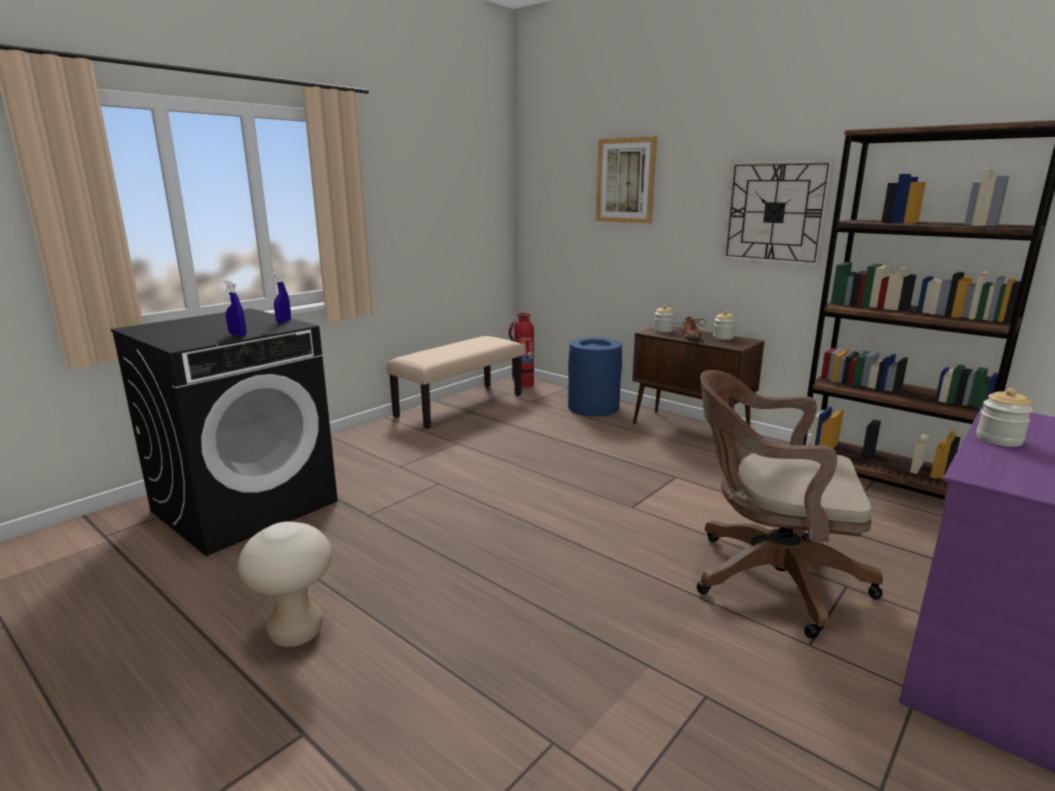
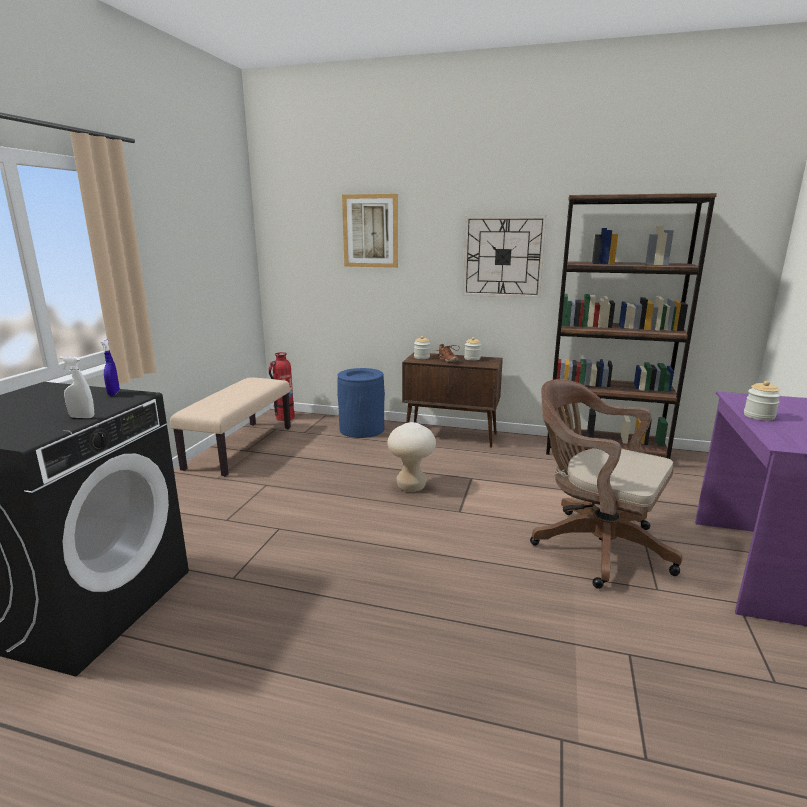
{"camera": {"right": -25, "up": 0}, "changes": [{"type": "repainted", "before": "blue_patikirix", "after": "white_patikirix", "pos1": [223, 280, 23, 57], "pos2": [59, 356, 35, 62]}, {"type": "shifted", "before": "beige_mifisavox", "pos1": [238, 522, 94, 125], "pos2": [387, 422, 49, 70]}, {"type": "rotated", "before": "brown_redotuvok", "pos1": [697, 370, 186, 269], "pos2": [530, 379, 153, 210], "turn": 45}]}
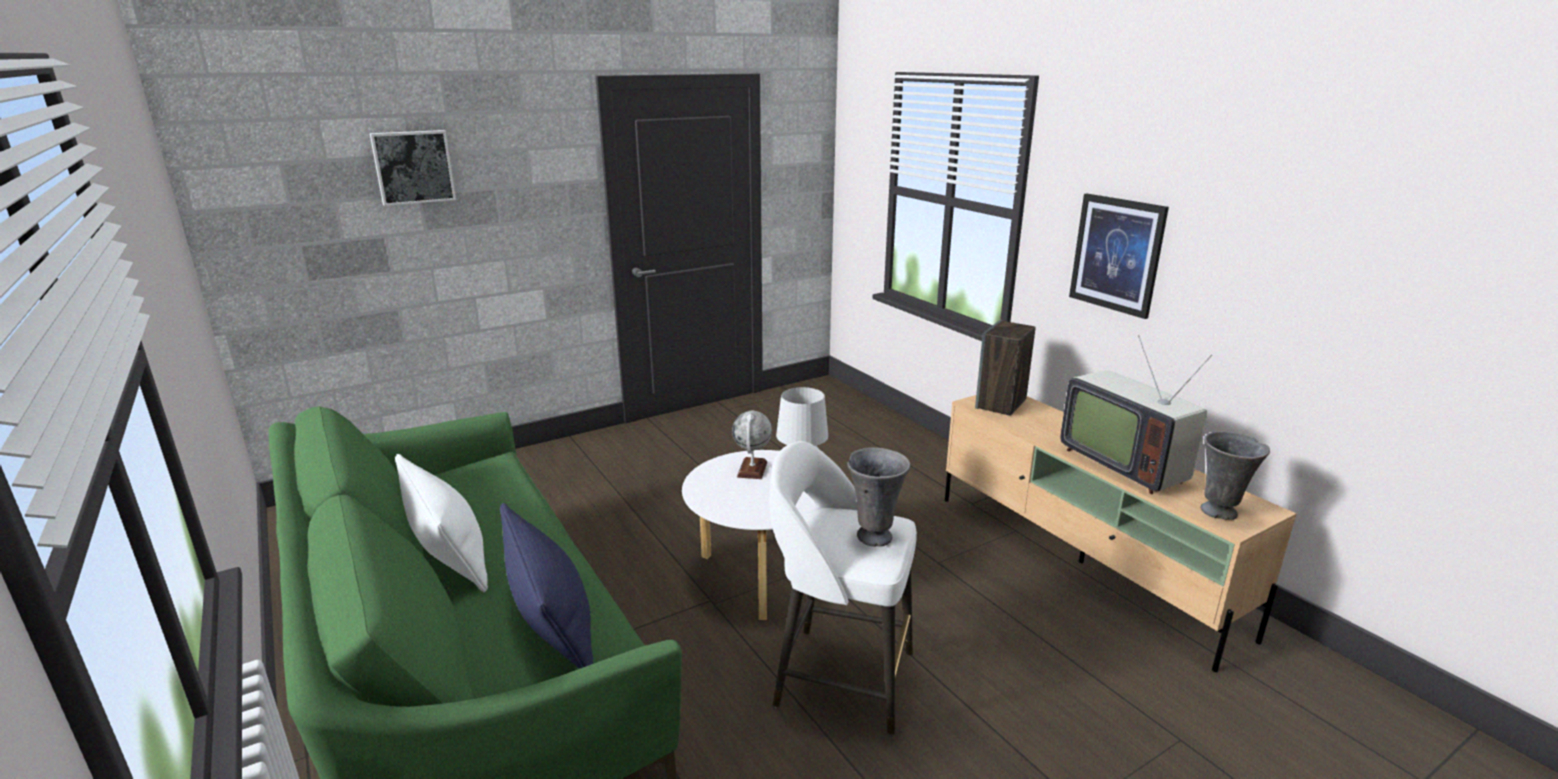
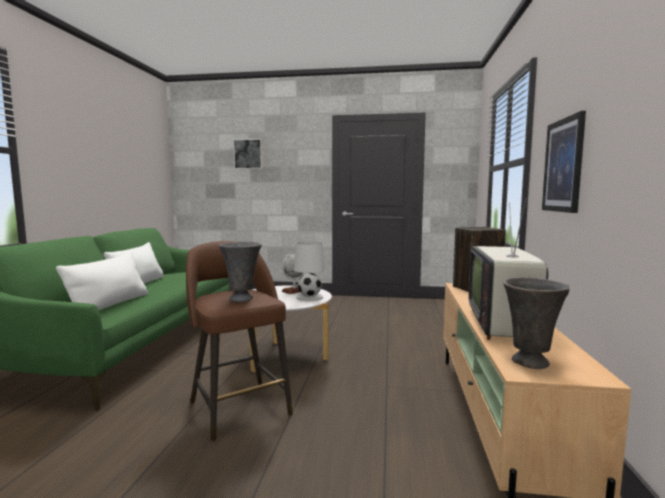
{"camera": {"right": 40, "up": -15}, "changes": [{"type": "repainted", "before": "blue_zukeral", "after": "white_zukeral", "pos1": [500, 503, 93, 166], "pos2": [56, 251, 92, 59]}, {"type": "repainted", "before": "white_mifisavox", "after": "brown_mifisavox", "pos1": [769, 441, 148, 294], "pos2": [186, 241, 107, 200]}]}
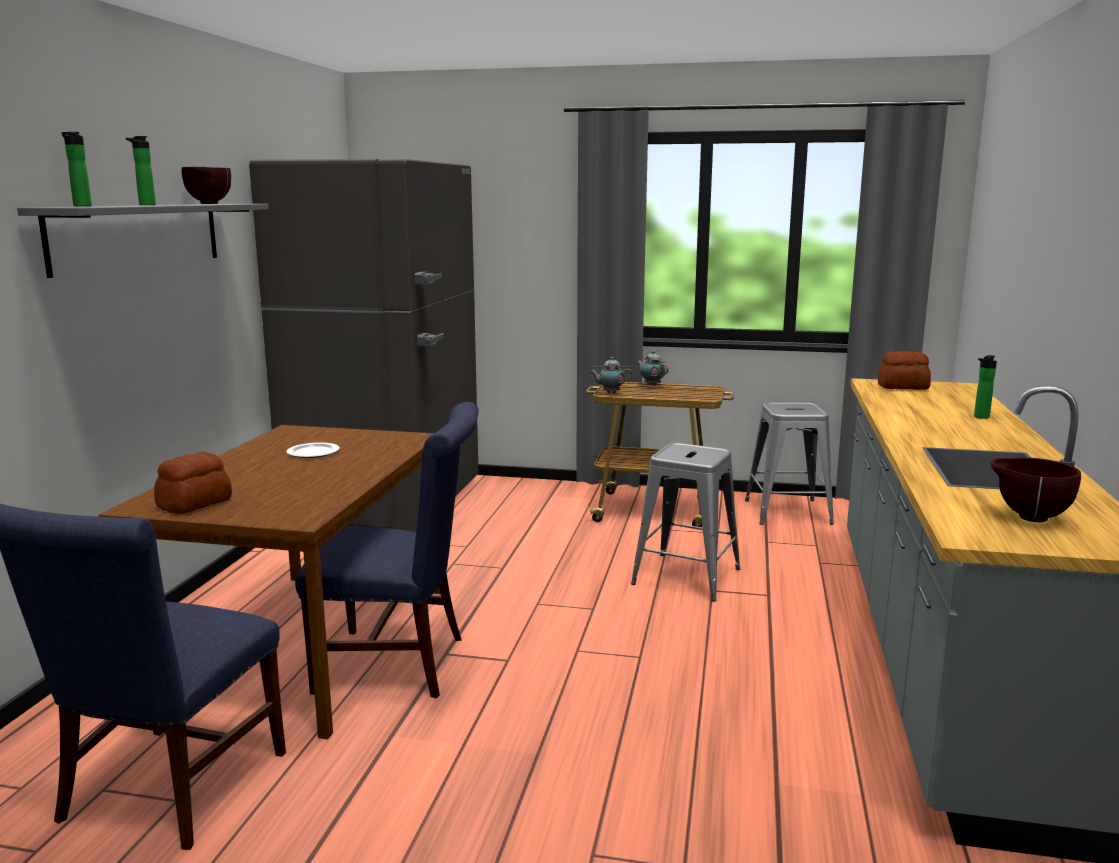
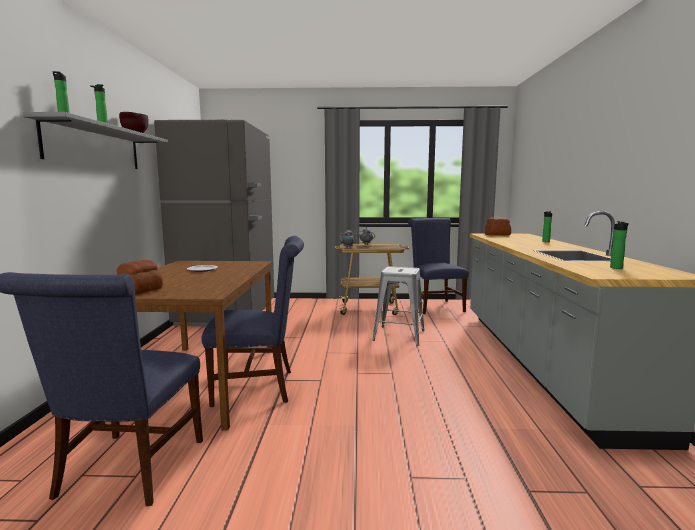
{"camera": {"right": -10, "up": -5}, "changes": [{"type": "swapped", "before": "grey_mifisavox", "after": "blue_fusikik", "pos1": [745, 402, 89, 123], "pos2": [408, 218, 61, 96]}, {"type": "swapped", "before": "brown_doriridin", "after": "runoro", "pos1": [991, 457, 90, 65], "pos2": [610, 221, 19, 48]}]}
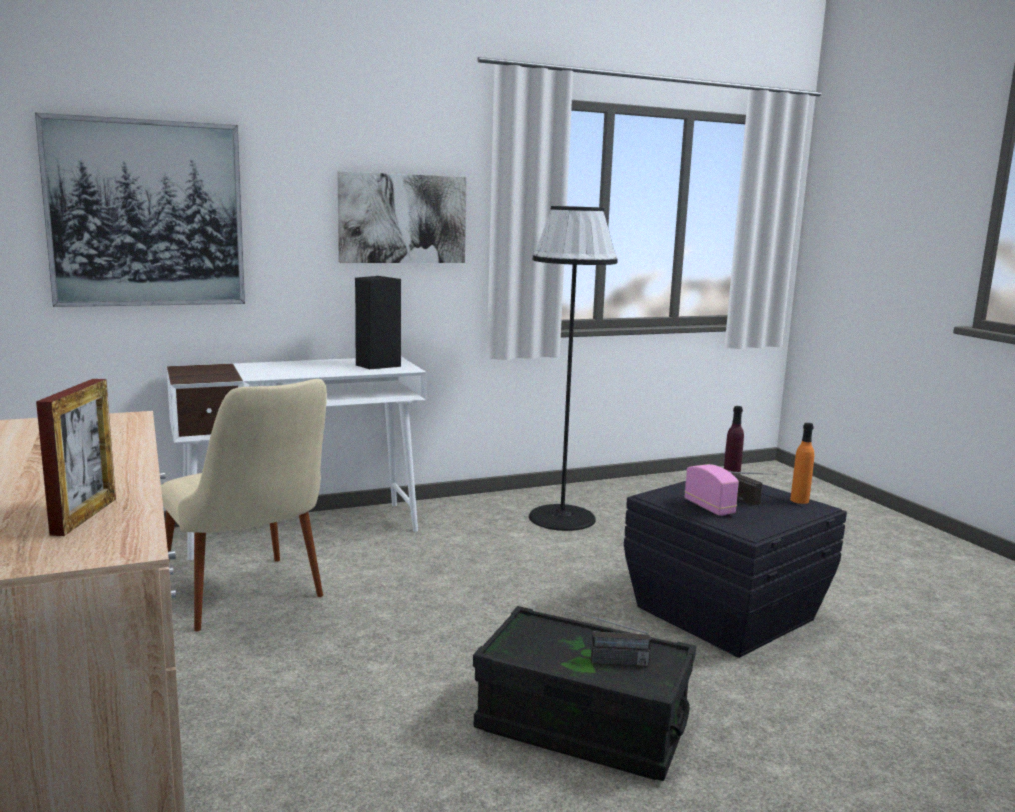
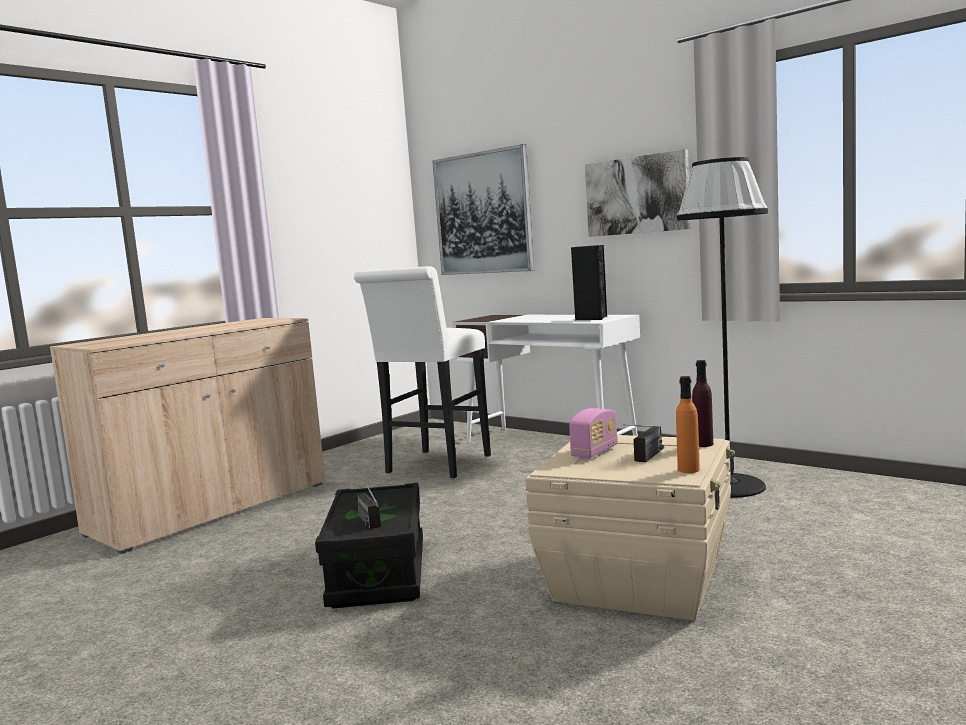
{"camera": {"right": 65, "up": -5}, "changes": [{"type": "gone", "before": "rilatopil", "pos1": [36, 379, 80, 157]}, {"type": "swapped", "before": "beige_fusikik", "after": "white_mifisavox", "pos1": [161, 379, 166, 252], "pos2": [354, 266, 137, 212]}, {"type": "repainted", "before": "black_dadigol", "after": "beige_dadigol", "pos1": [624, 481, 223, 177], "pos2": [525, 435, 210, 186]}]}
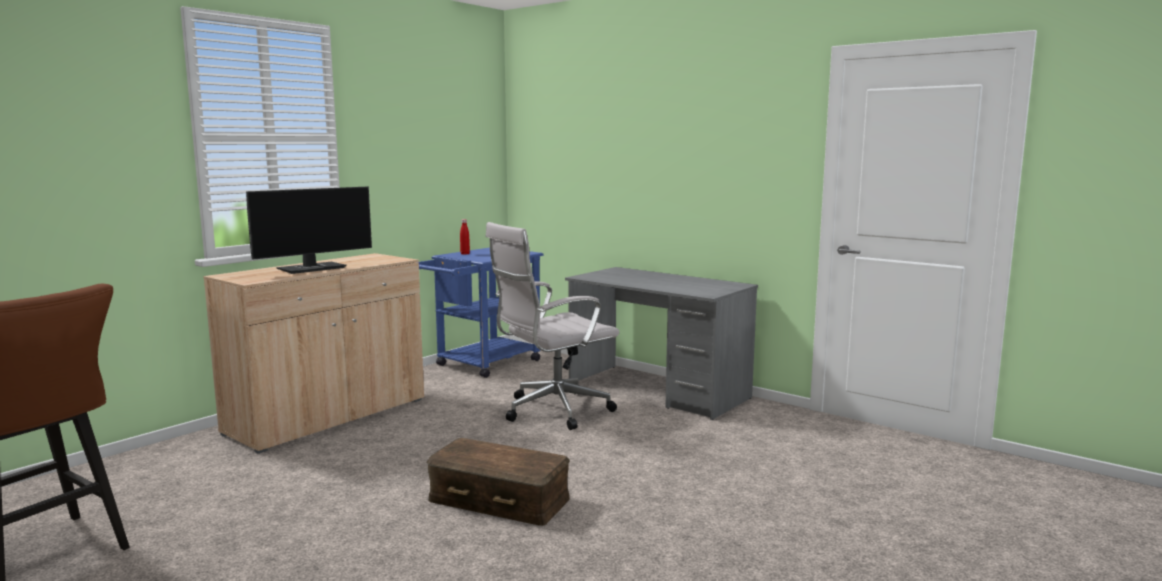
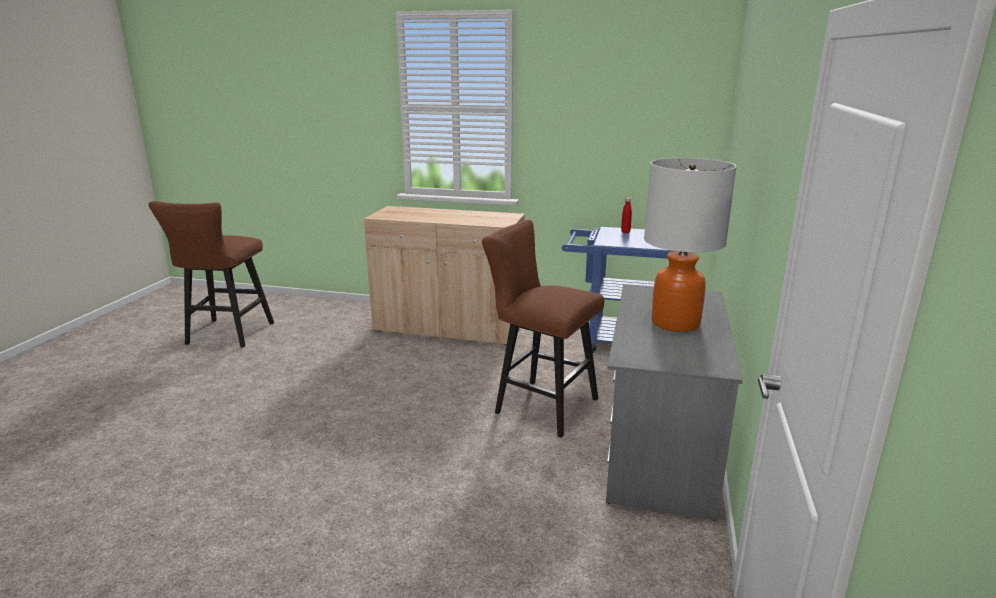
{"camera": {"right": 65, "up": 10}, "changes": [{"type": "gone", "before": "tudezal", "pos1": [246, 187, 126, 87]}, {"type": "gone", "before": "brown_dadigol", "pos1": [427, 438, 143, 88]}, {"type": "swapped", "before": "white_redotuvok", "after": "brown_mifisavox", "pos1": [485, 222, 134, 208], "pos2": [482, 220, 122, 218]}, {"type": "new", "after": "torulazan", "pos2": [644, 158, 93, 174]}]}
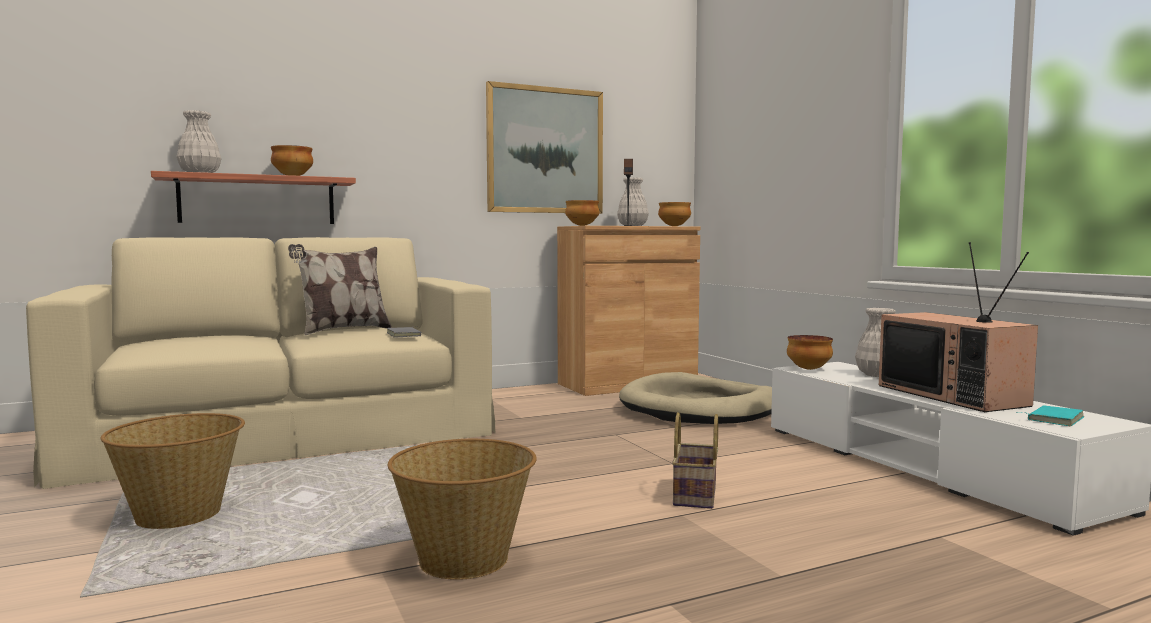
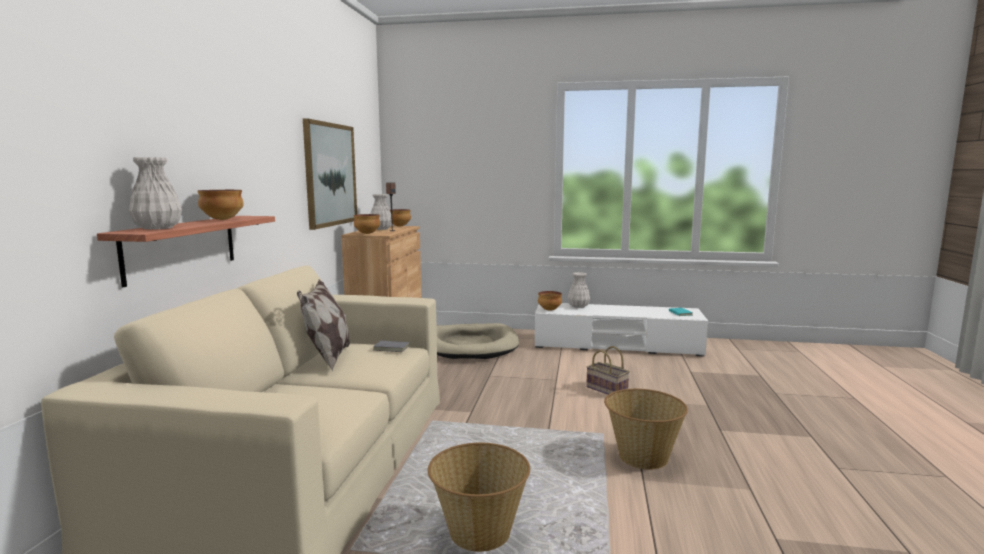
{"camera": {"right": -55, "up": 5}, "changes": [{"type": "gone", "before": "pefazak", "pos1": [879, 242, 159, 170]}]}
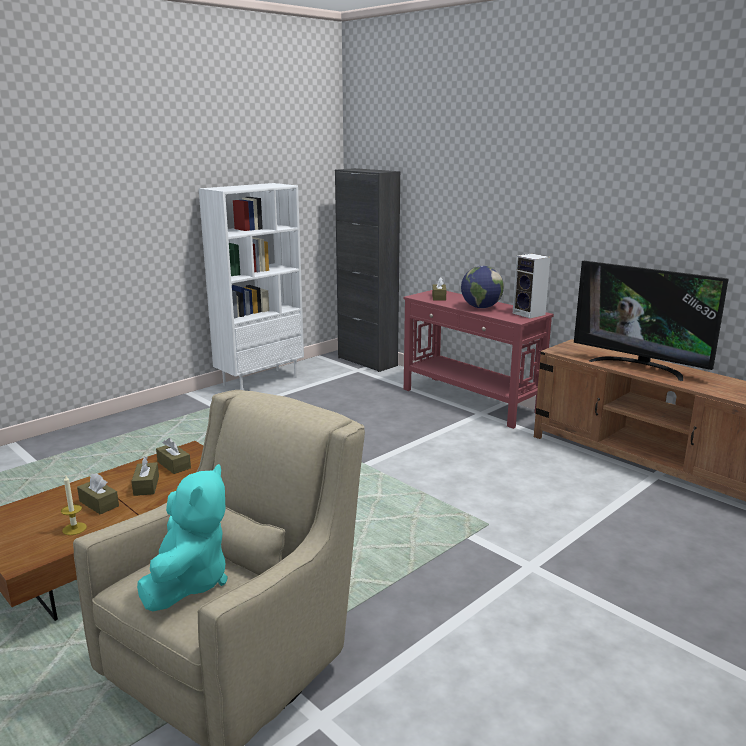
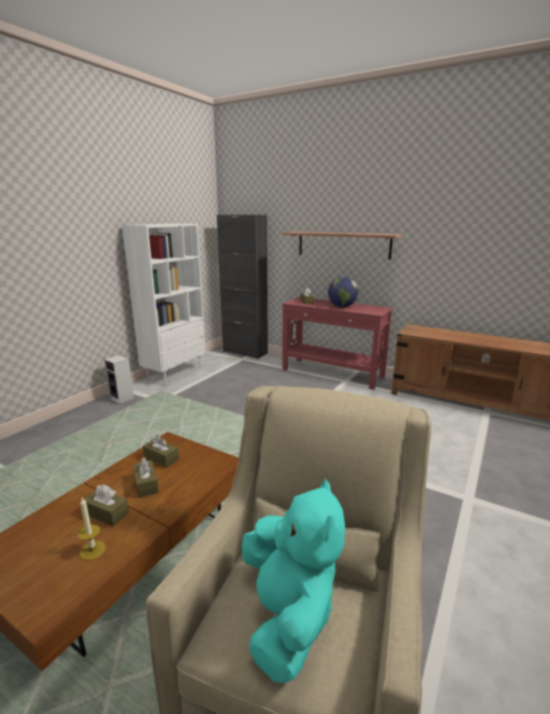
{"camera": {"right": -15, "up": 0}, "changes": [{"type": "shifted", "before": "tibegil", "pos1": [513, 253, 37, 66], "pos2": [104, 355, 30, 49]}, {"type": "gone", "before": "pefazak", "pos1": [574, 261, 155, 120]}, {"type": "new", "after": "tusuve", "pos2": [283, 232, 120, 28]}]}
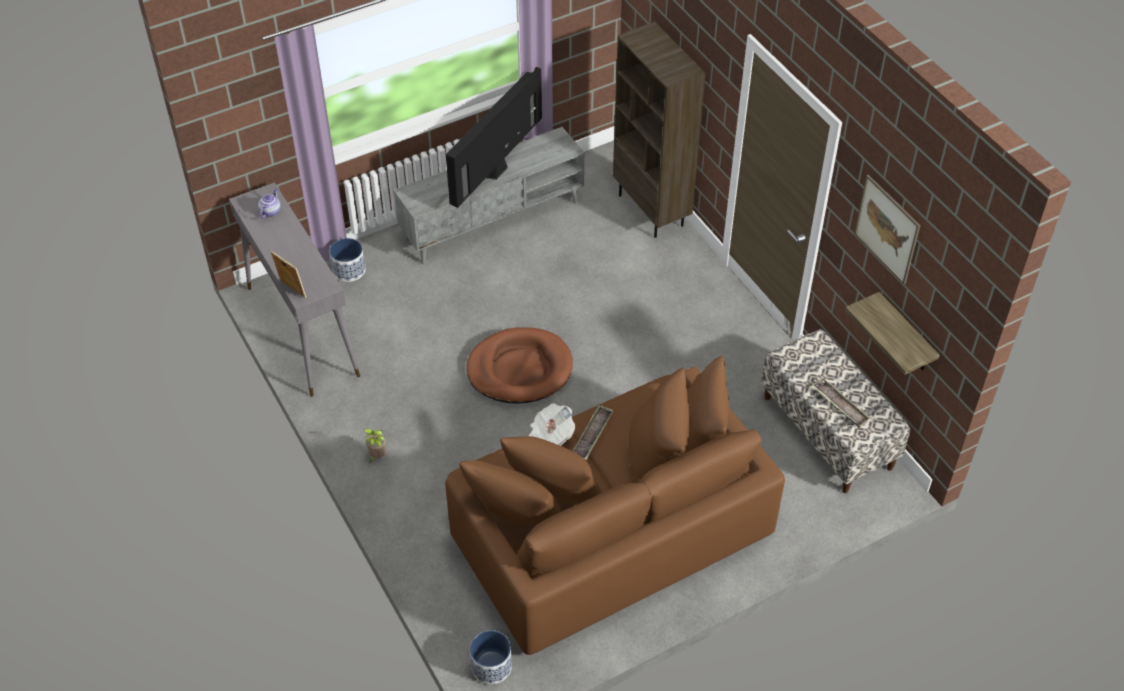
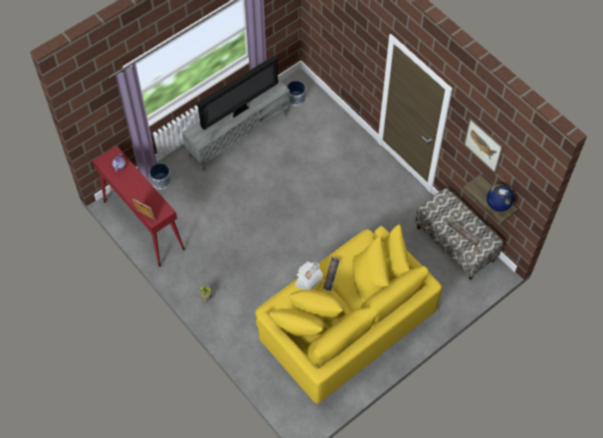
{"camera": {"right": -10, "up": 10}, "changes": [{"type": "repainted", "before": "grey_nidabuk", "after": "red_nidabuk", "pos1": [229, 182, 131, 215], "pos2": [93, 145, 92, 122]}, {"type": "repainted", "before": "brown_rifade", "after": "yellow_rifade", "pos1": [445, 356, 340, 299], "pos2": [255, 224, 187, 180]}, {"type": "rotated", "before": "pefazak", "pos1": [446, 67, 96, 141], "pos2": [197, 56, 81, 74], "turn": -150}, {"type": "gone", "before": "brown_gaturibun", "pos1": [466, 327, 107, 77]}, {"type": "shifted", "before": "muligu", "pos1": [470, 630, 42, 54], "pos2": [287, 81, 18, 25]}, {"type": "gone", "before": "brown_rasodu", "pos1": [613, 22, 93, 216]}, {"type": "new", "after": "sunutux", "pos2": [487, 185, 27, 27]}]}
